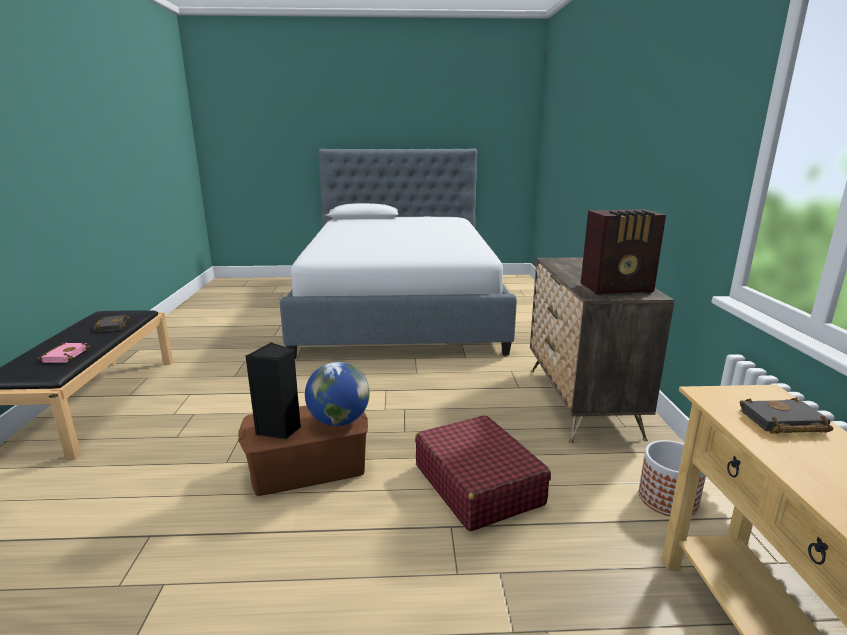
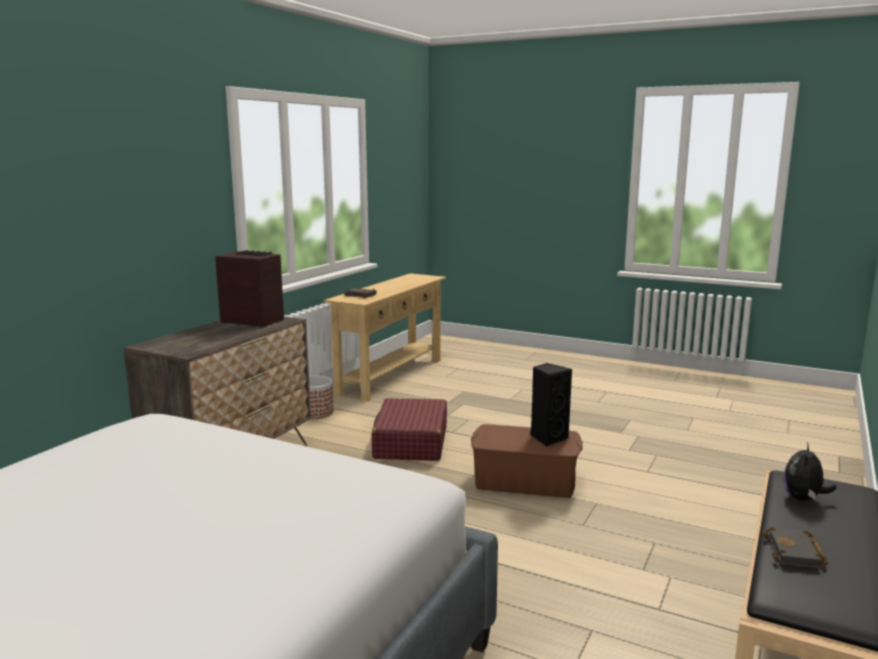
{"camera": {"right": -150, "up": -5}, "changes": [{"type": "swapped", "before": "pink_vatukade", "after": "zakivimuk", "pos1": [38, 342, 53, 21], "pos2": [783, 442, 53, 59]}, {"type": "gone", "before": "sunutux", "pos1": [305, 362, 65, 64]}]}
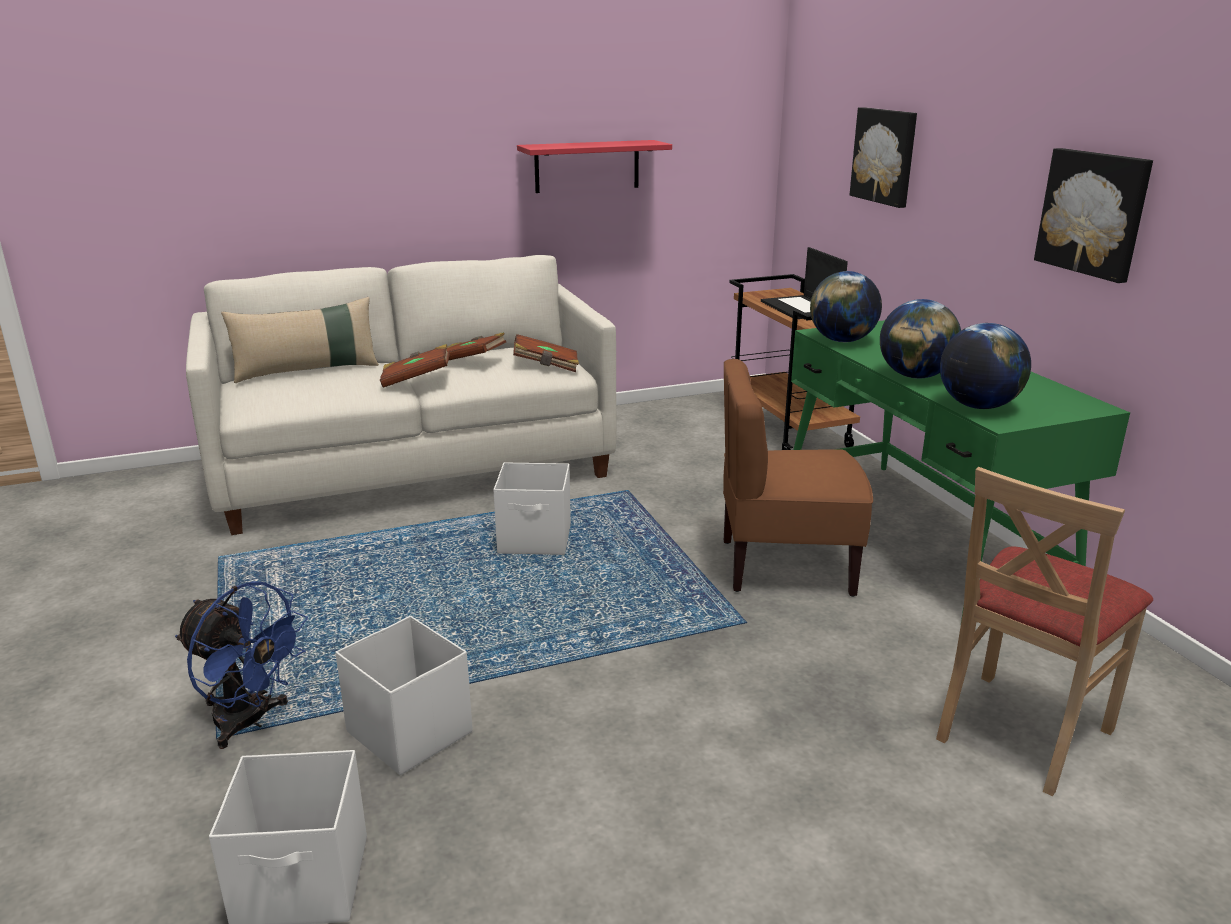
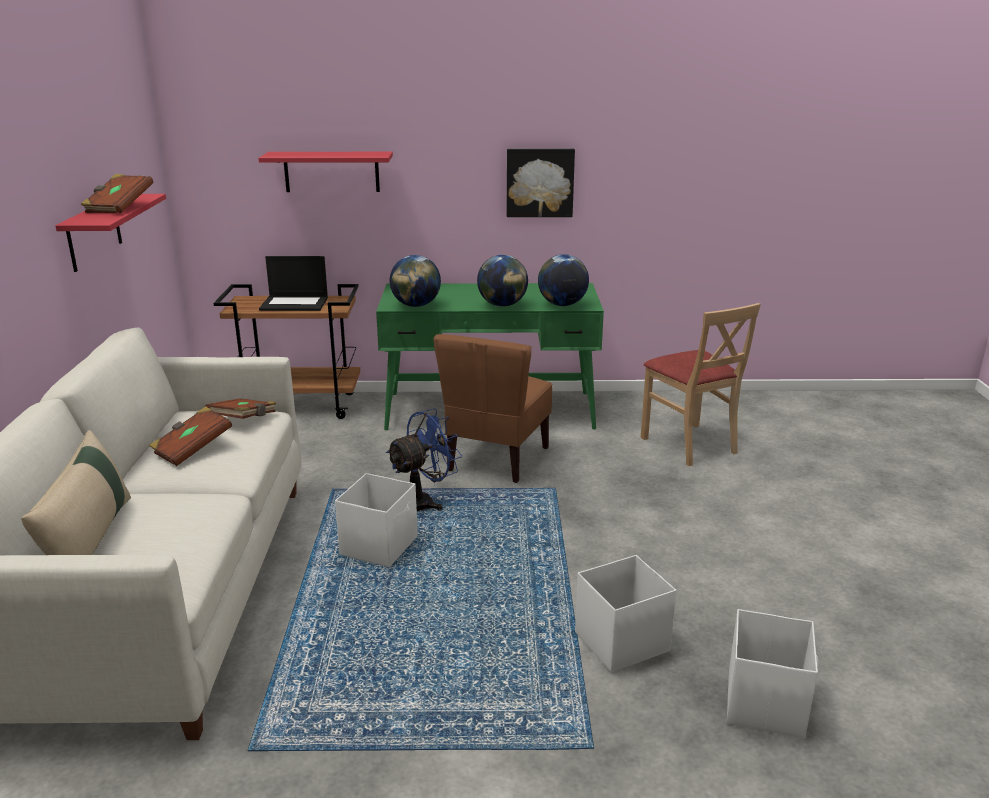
{"camera": {"right": -70, "up": 0}, "changes": [{"type": "shifted", "before": "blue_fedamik", "pos1": [175, 581, 133, 168], "pos2": [386, 408, 76, 103]}, {"type": "shifted", "before": "brown_vatukade", "pos1": [380, 344, 70, 44], "pos2": [81, 174, 72, 39]}, {"type": "swapped", "before": "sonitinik", "after": "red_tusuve", "pos1": [850, 107, 67, 101], "pos2": [258, 152, 135, 40]}]}
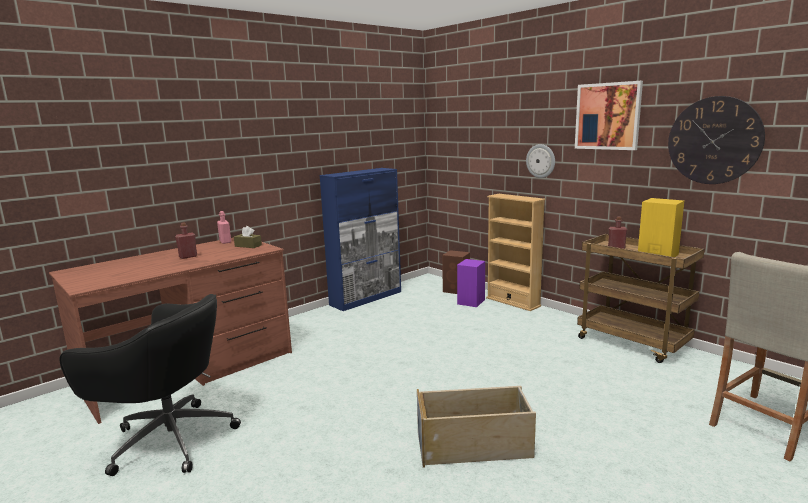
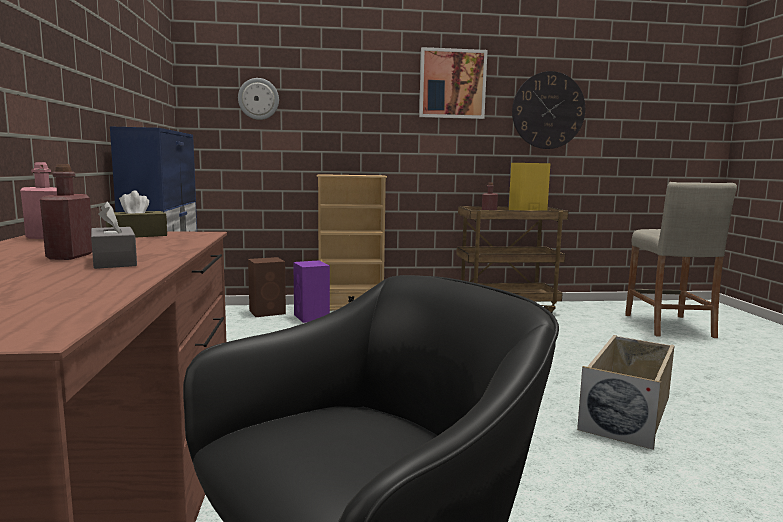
{"camera": {"right": -55, "up": -5}, "changes": [{"type": "shifted", "before": "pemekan", "pos1": [526, 144, 29, 34], "pos2": [238, 78, 41, 42]}, {"type": "new", "after": "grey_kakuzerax", "pos2": [91, 202, 46, 67]}]}
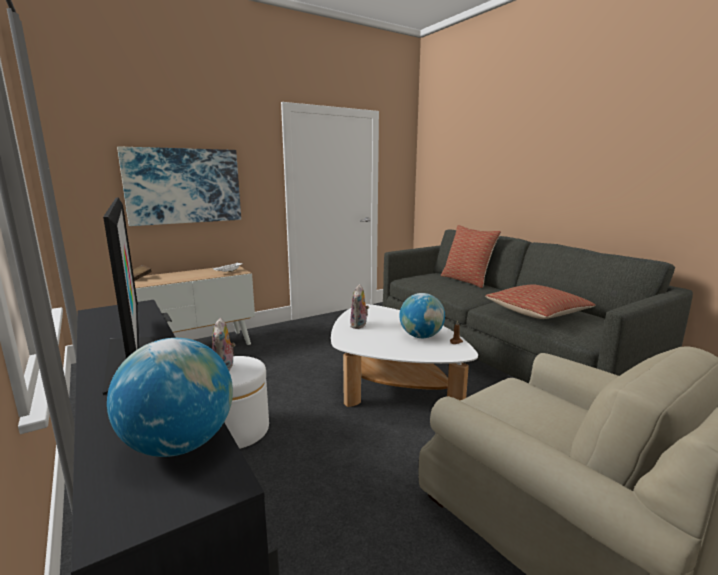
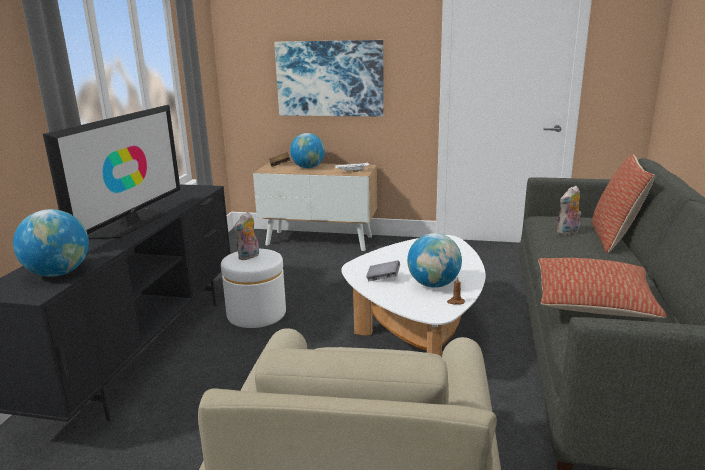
{"camera": {"right": 45, "up": 5}, "changes": [{"type": "shifted", "before": "zakivimuk", "pos1": [350, 284, 19, 45], "pos2": [556, 186, 25, 49]}, {"type": "new", "after": "sunutux", "pos2": [290, 133, 35, 35]}, {"type": "new", "after": "grey_vatukade", "pos2": [366, 260, 34, 21]}]}
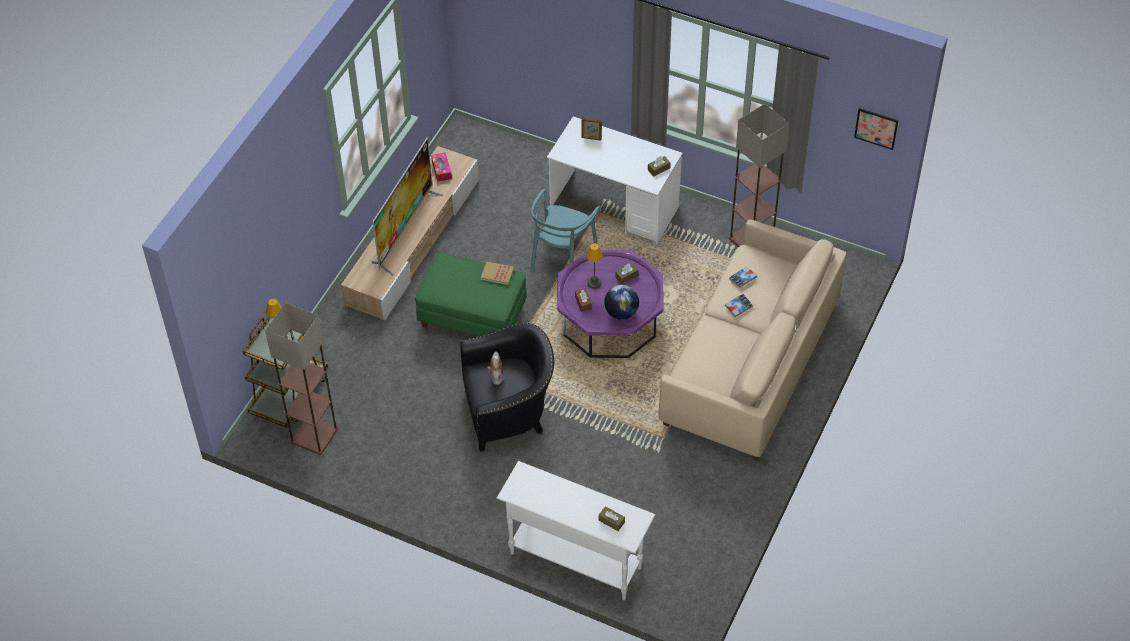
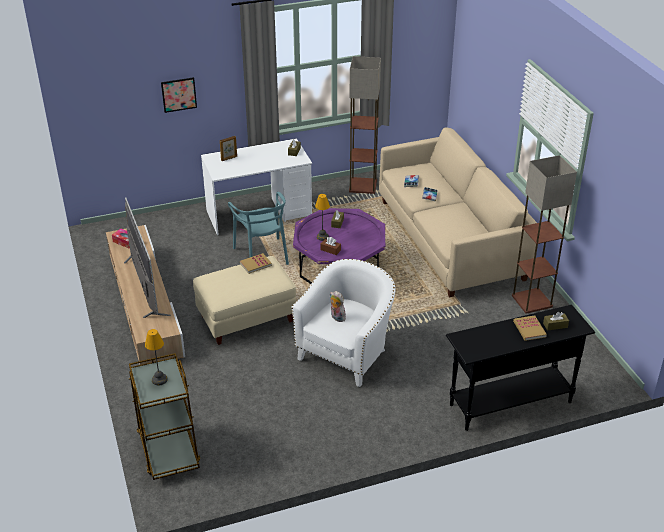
{"camera": {"right": -45, "up": -15}, "changes": [{"type": "shifted", "before": "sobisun", "pos1": [265, 303, 73, 152], "pos2": [512, 155, 65, 159]}, {"type": "repainted", "before": "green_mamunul", "after": "beige_mamunul", "pos1": [415, 252, 112, 85], "pos2": [193, 256, 103, 89]}, {"type": "repainted", "before": "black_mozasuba", "after": "white_mozasuba", "pos1": [460, 323, 94, 129], "pos2": [292, 259, 103, 128]}, {"type": "repainted", "before": "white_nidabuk", "after": "black_nidabuk", "pos1": [497, 461, 158, 139], "pos2": [446, 305, 149, 126]}, {"type": "gone", "before": "sunutux", "pos1": [604, 285, 35, 35]}, {"type": "shifted", "before": "sonitinik", "pos1": [854, 108, 45, 42], "pos2": [161, 77, 36, 36]}, {"type": "new", "after": "vatukade", "pos2": [513, 315, 34, 26]}]}
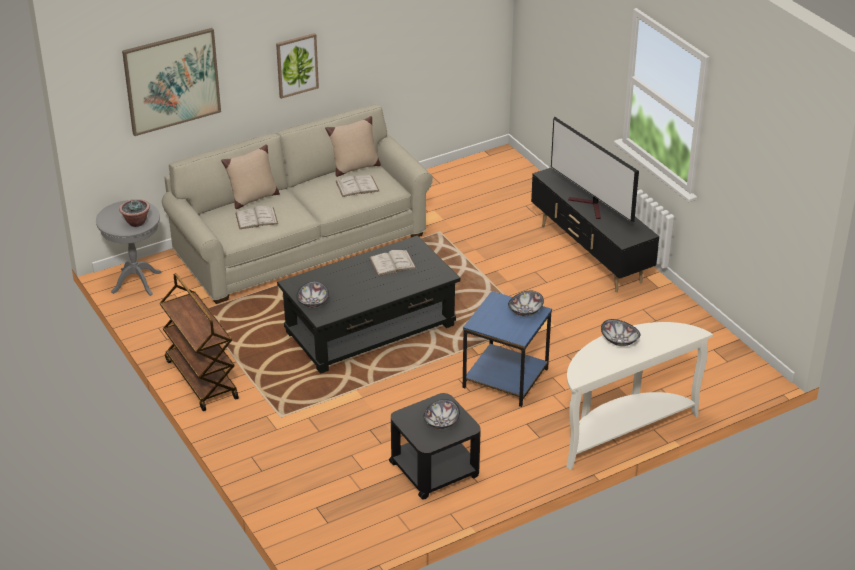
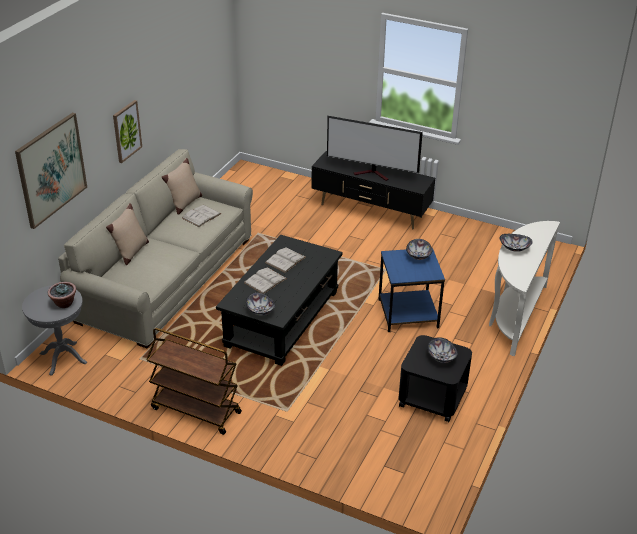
{"camera": {"right": -35, "up": 0}, "changes": [{"type": "shifted", "before": "white_vatukade", "pos1": [235, 206, 43, 23], "pos2": [244, 267, 43, 27]}]}
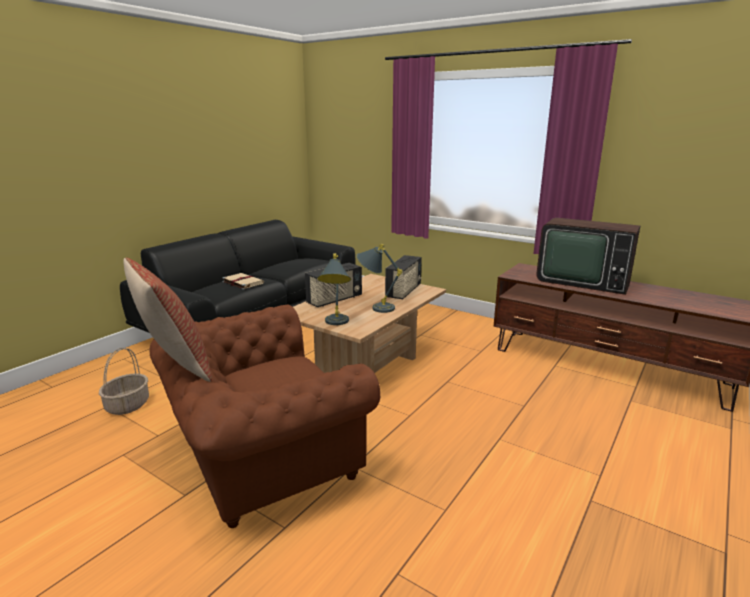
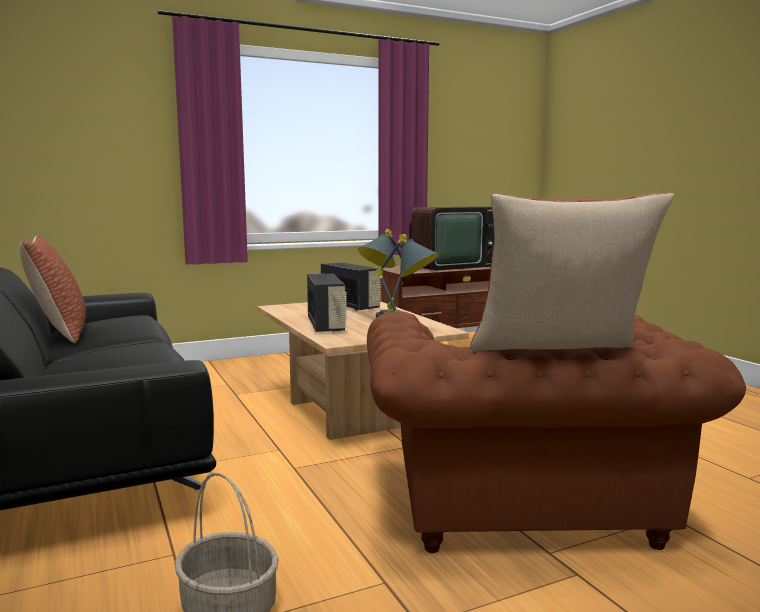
{"camera": {"right": -60, "up": -10}, "changes": [{"type": "gone", "before": "beige_vatukade", "pos1": [222, 273, 42, 17]}, {"type": "new", "after": "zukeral", "pos2": [20, 235, 66, 108]}]}
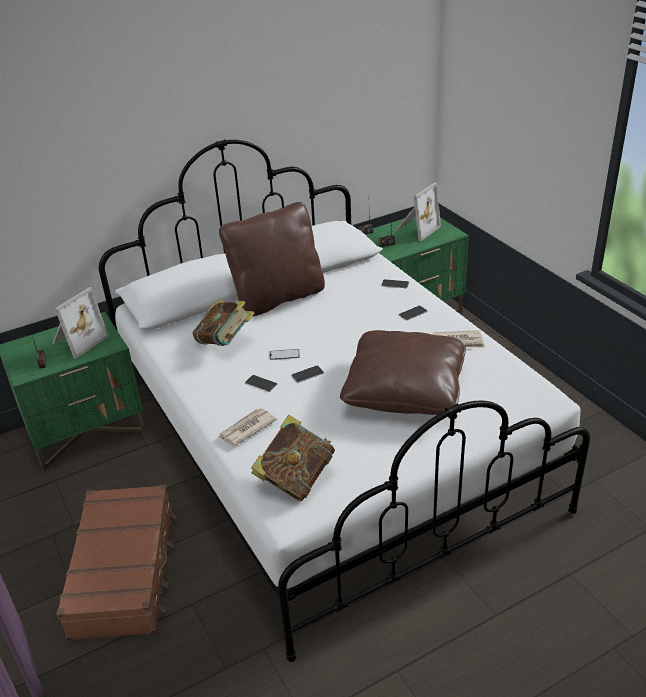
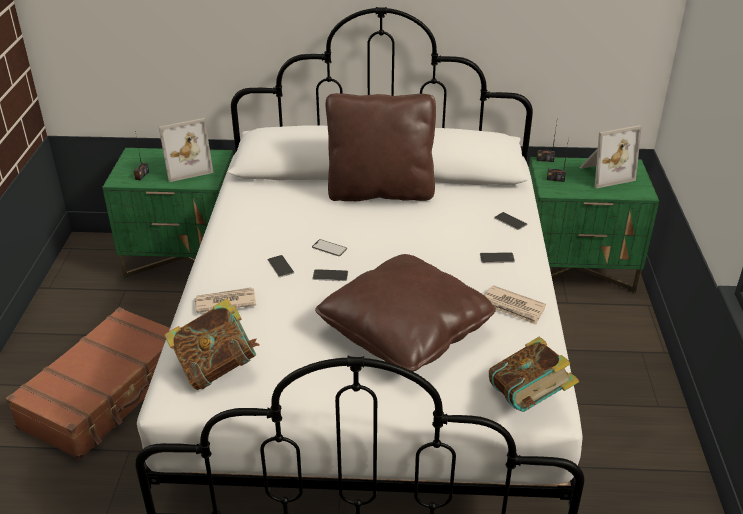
{"camera": {"right": 30, "up": 0}, "changes": [{"type": "shifted", "before": "vatukade", "pos1": [192, 300, 63, 46], "pos2": [489, 337, 90, 75]}]}
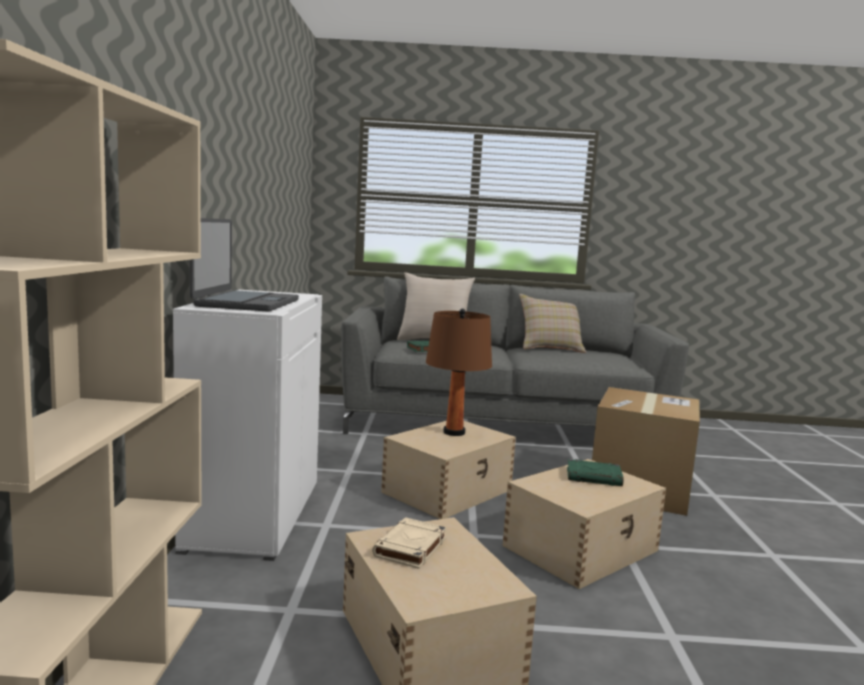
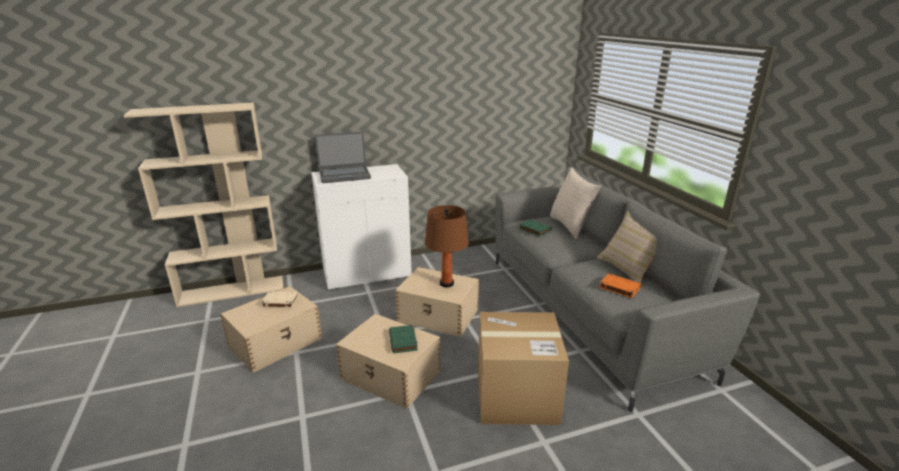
{"camera": {"right": 70, "up": 15}, "changes": [{"type": "new", "after": "orange_vatukade", "pos2": [599, 273, 42, 25]}]}
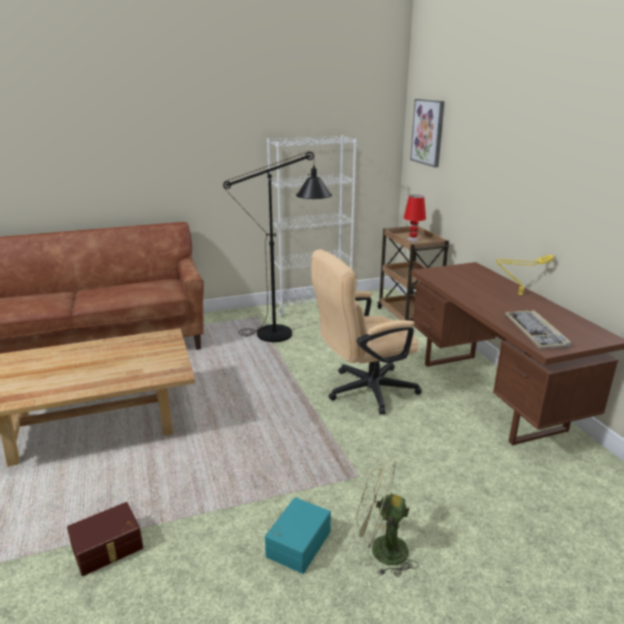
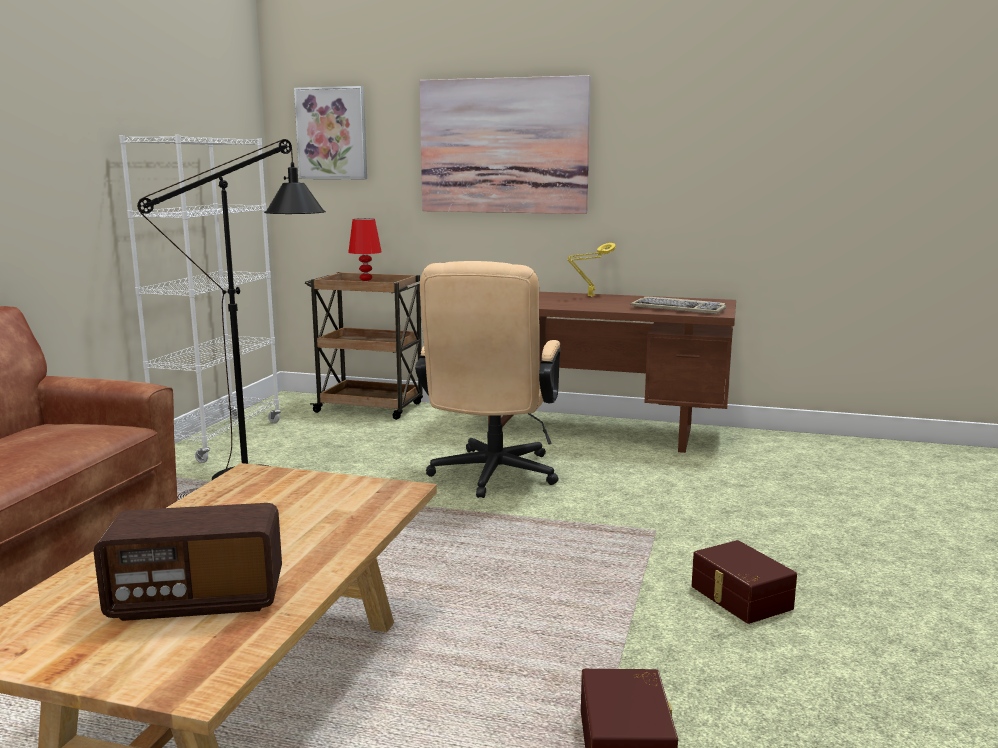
{"camera": {"right": -55, "up": -10}, "changes": [{"type": "repainted", "before": "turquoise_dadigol", "after": "brown_dadigol", "pos1": [265, 497, 66, 77], "pos2": [692, 540, 105, 84]}, {"type": "gone", "before": "green_fedamik", "pos1": [353, 458, 65, 119]}, {"type": "new", "after": "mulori", "pos2": [93, 503, 189, 118]}, {"type": "new", "after": "sonitinik", "pos2": [420, 75, 171, 139]}]}
